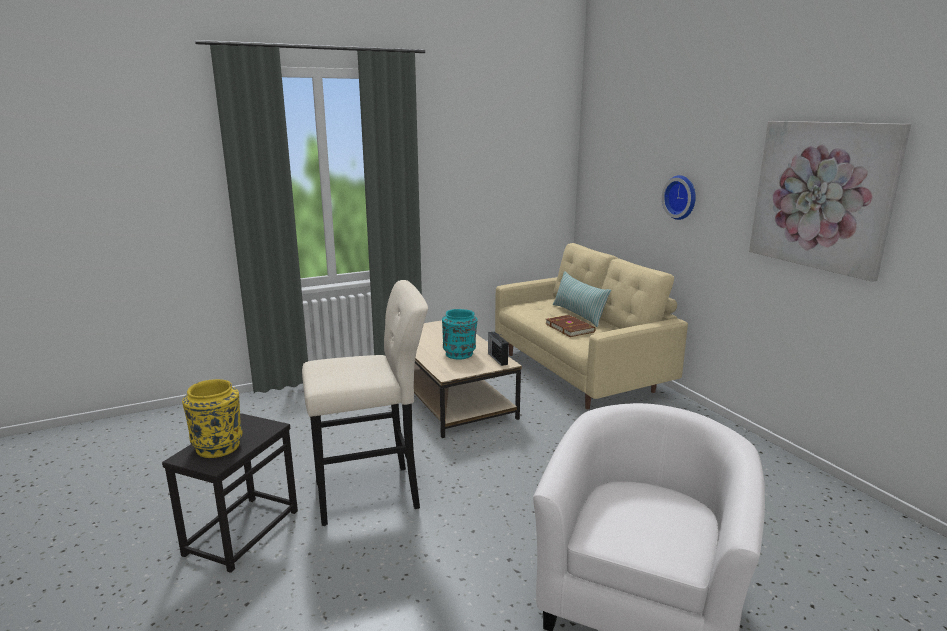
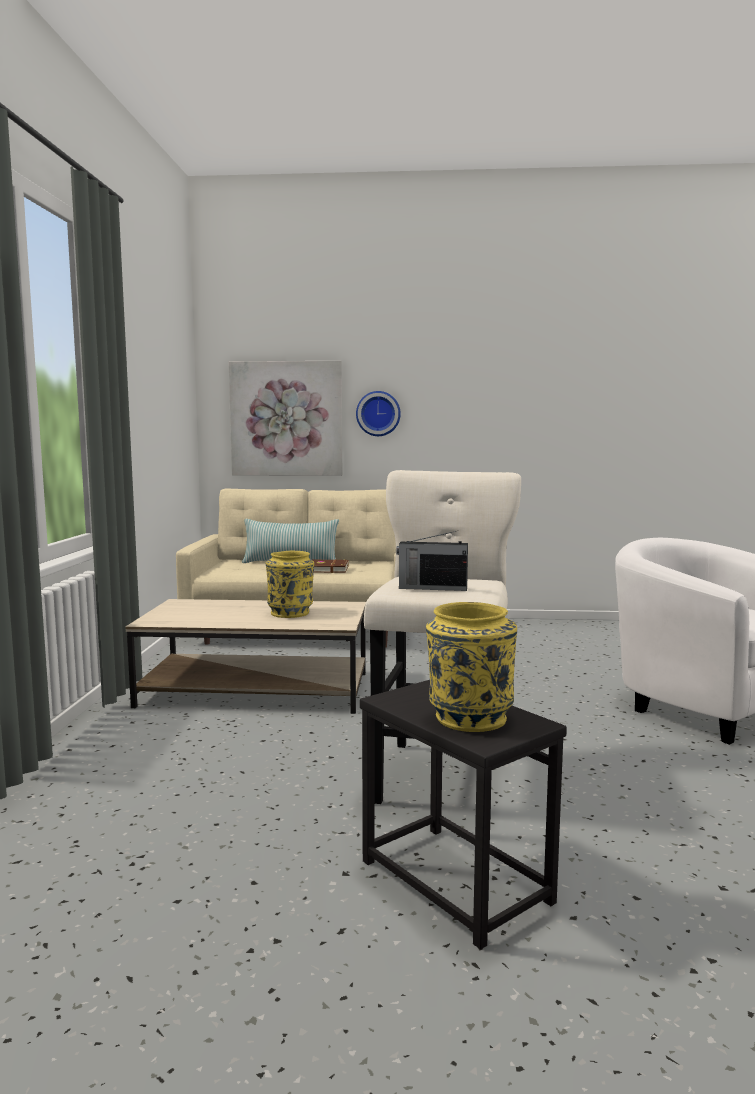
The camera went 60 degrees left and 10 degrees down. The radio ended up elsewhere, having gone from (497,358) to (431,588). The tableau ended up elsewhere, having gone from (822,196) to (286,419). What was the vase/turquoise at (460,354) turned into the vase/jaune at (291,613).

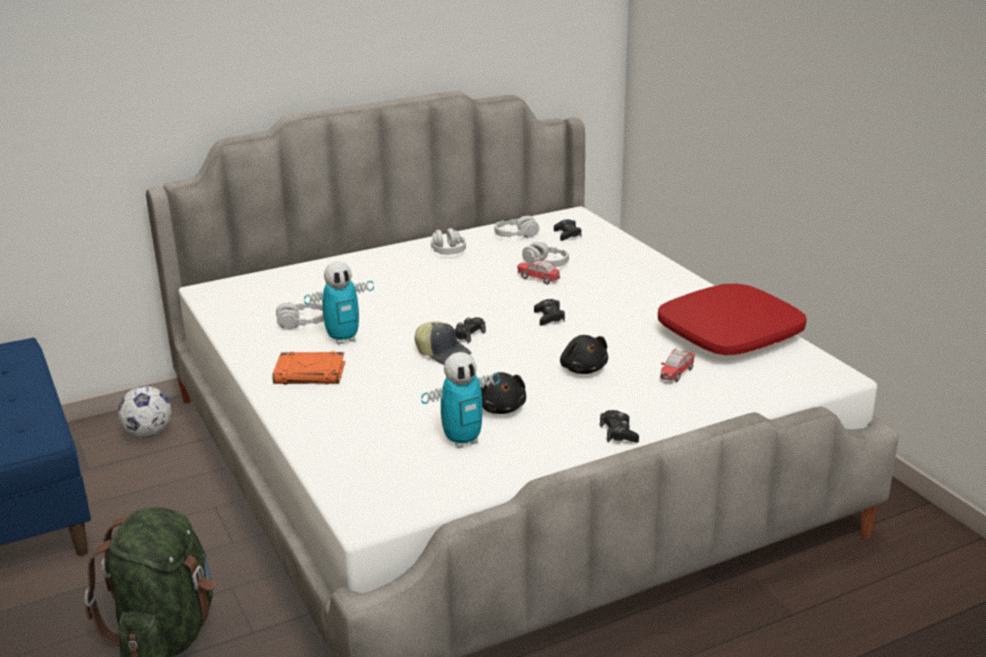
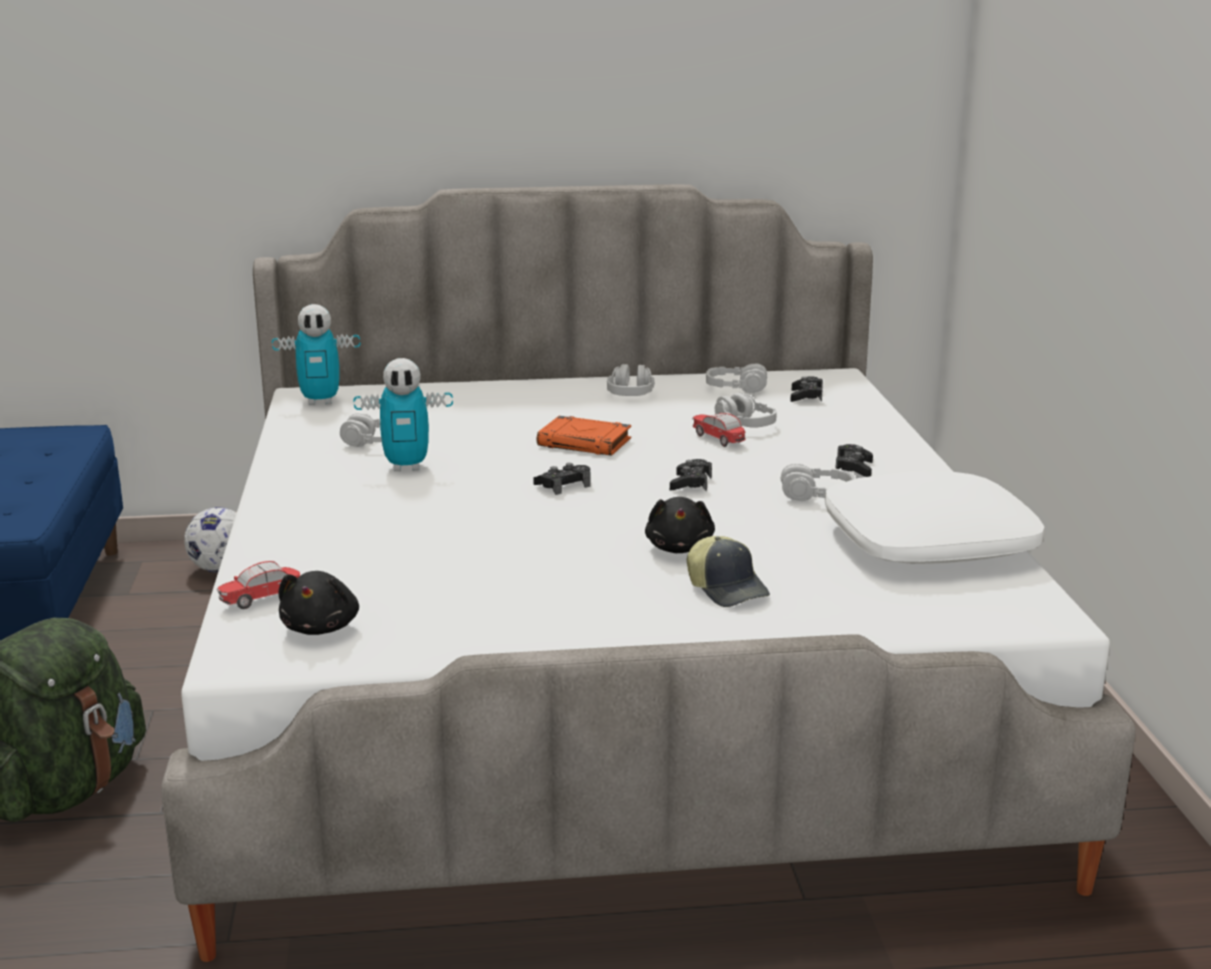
The camera went 20 degrees right and 5 degrees down. The second view gained the casque audio/gris at (817,496). The livre/orange ended up elsewhere, having gone from (310,373) to (585,442). The casquette ended up elsewhere, having gone from (443,353) to (727,589). The robot jouet ended up elsewhere, having gone from (462,441) to (320,401). The peluche/noir ended up elsewhere, having gone from (501,408) to (321,627). The manette/noir ended up elsewhere, having gone from (618,433) to (853,468). The petite voiture ended up elsewhere, having gone from (677,374) to (262,599). What was the coussin/rouge at (729,334) turned into the coussin/blanc at (928,541).

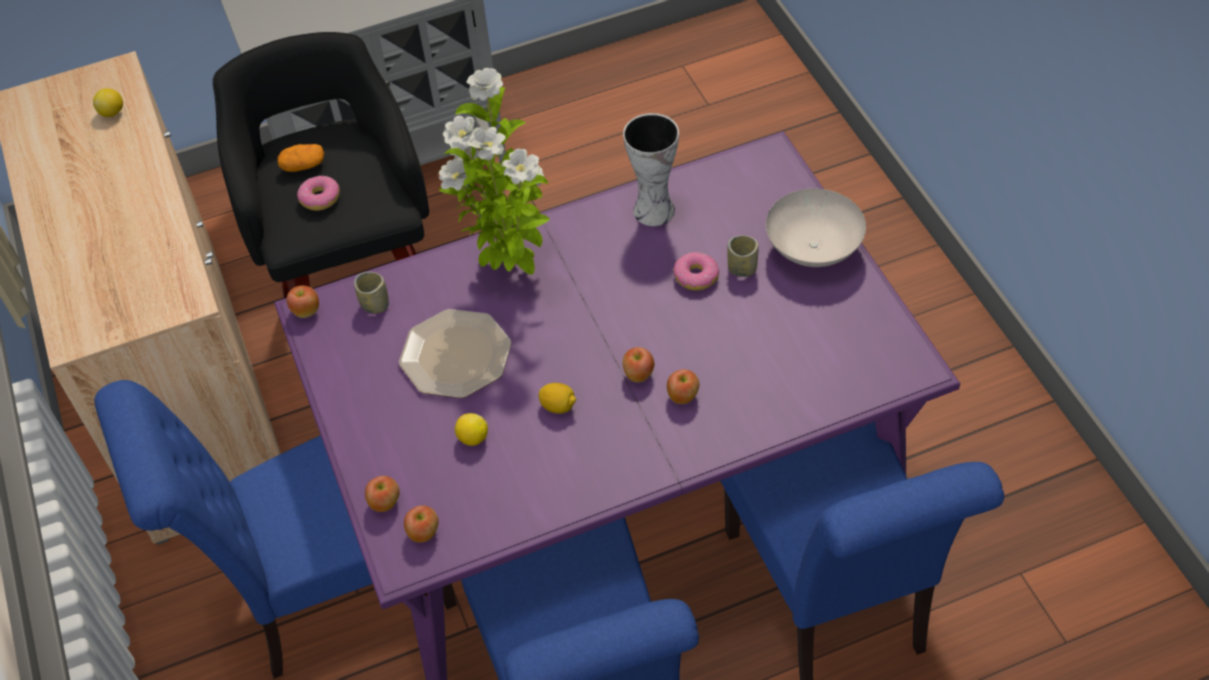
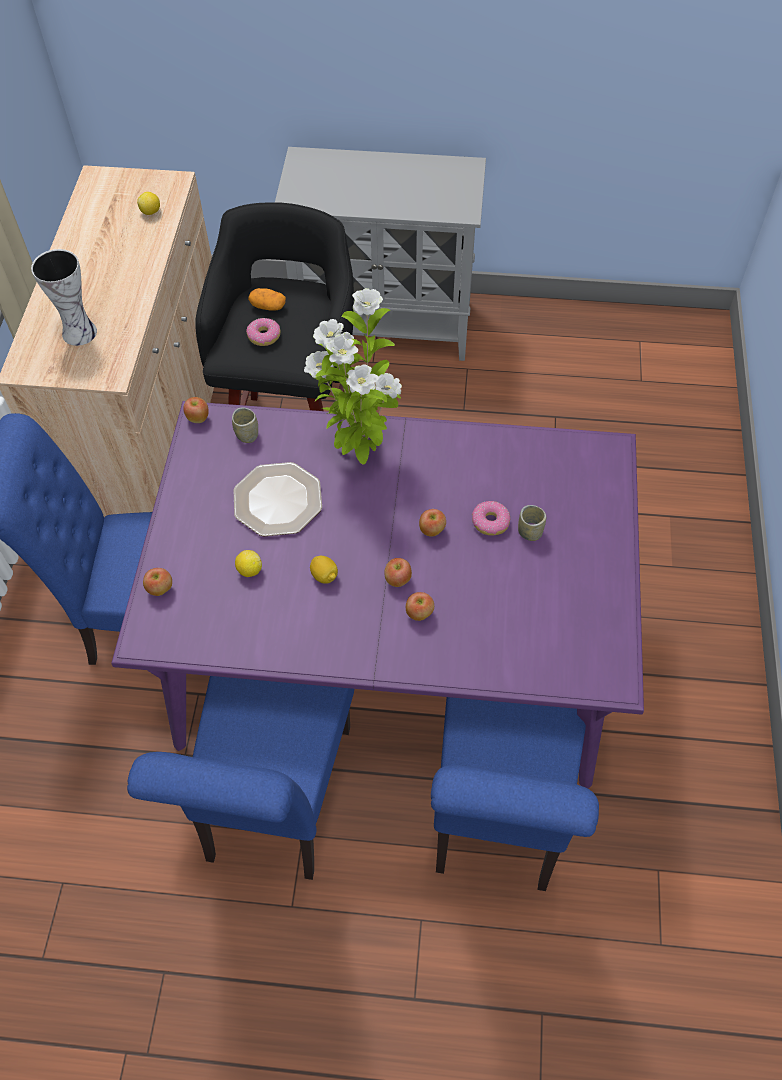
The camera went 25 degrees right and 5 degrees up. The second view lost the bol/blanc at (815,248). The pomme ended up elsewhere, having gone from (424,533) to (432,530). The vase ended up elsewhere, having gone from (652,209) to (79,331).

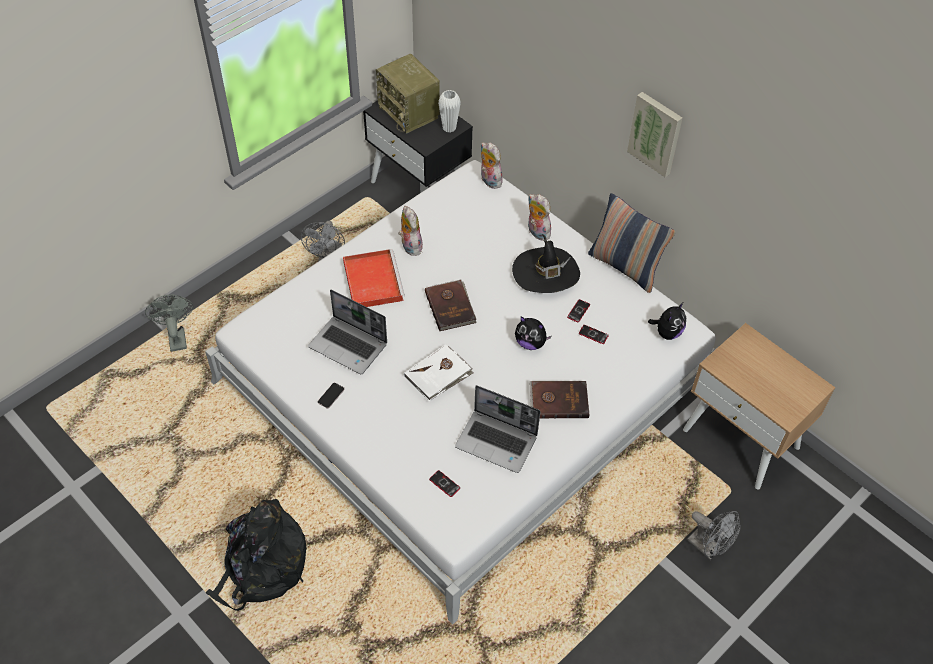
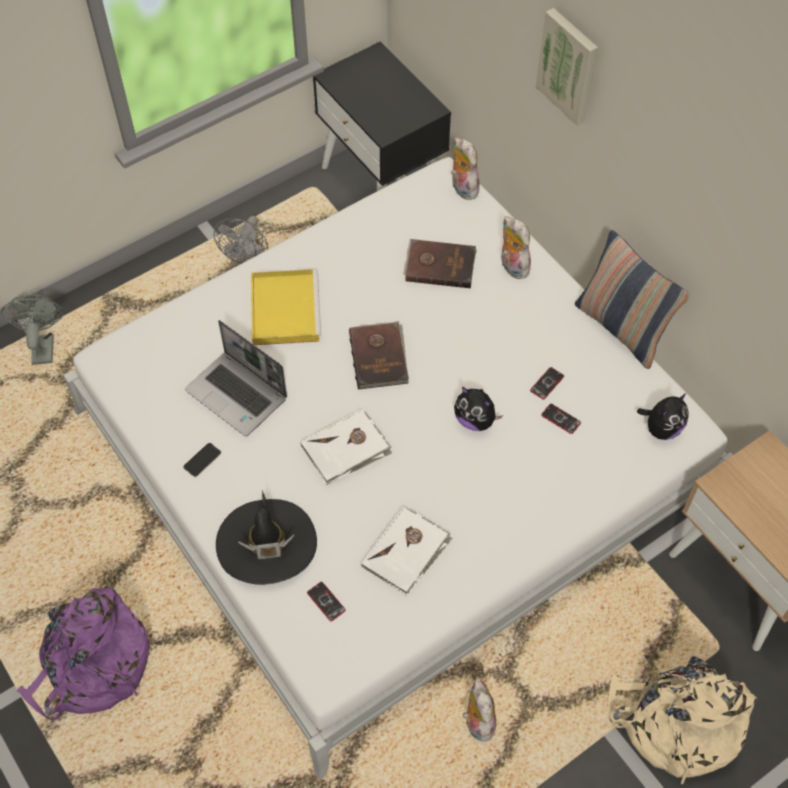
The camera went 10 degrees right and 5 degrees up. The second view lost the radio at (409,112). The second view lost the vase/blanc at (449,128). The peluche ended up elsewhere, having gone from (410,246) to (477,722). The chapeau/noir ended up elsewhere, having gone from (546,273) to (267,544). The livre/marron ended up elsewhere, having gone from (558,400) to (440,265). The tableau ended up elsewhere, having gone from (656,133) to (569,66). Where the ordinateur portable stood at (497,442), the livre/blanc came to stand at (406,552). Where the ventilateur/gris stood at (708,548), the sac à dos/beige came to stand at (674,723). What was the sac à dos/noir at (261,568) turned into the sac à dos/violet at (92,667). What was the plateau/rouge at (372,280) turned into the plateau/jaune at (284,308).

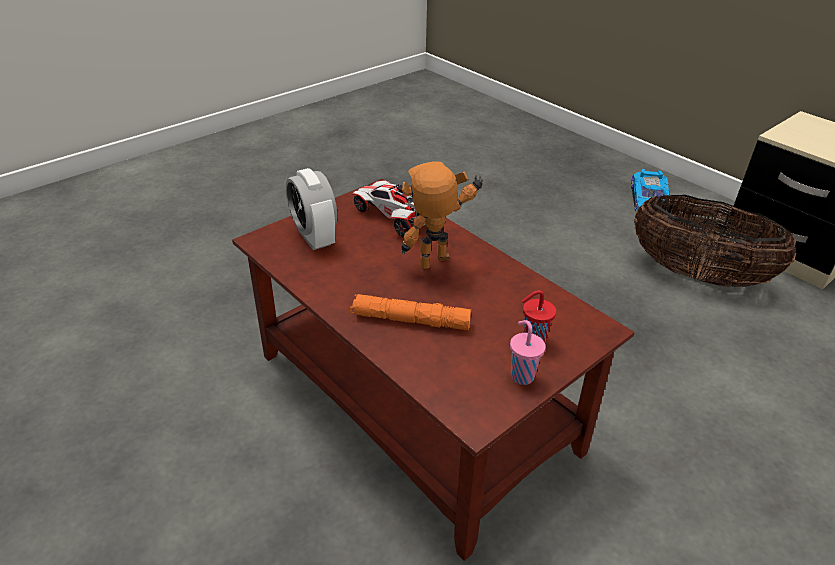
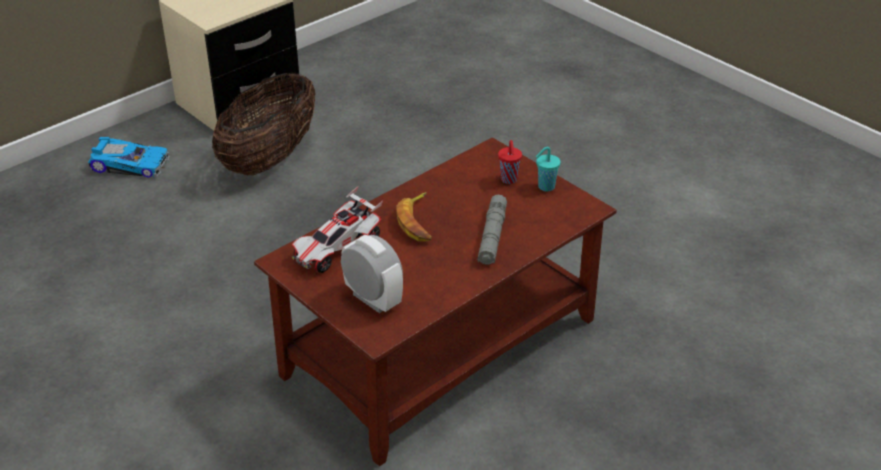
The camera went 90 degrees left and 0 degrees up. Where the robot jouet stood at (438,266), the banane came to stand at (417,222). What was the lampe de poche/orange at (410,320) turned into the lampe de poche/gris at (492,237). What was the tasse/rose at (521,375) turned into the tasse/turquoise at (545,187). The réveil at (314,237) ended up facing another way, 105 degrees counterclockwise from before.

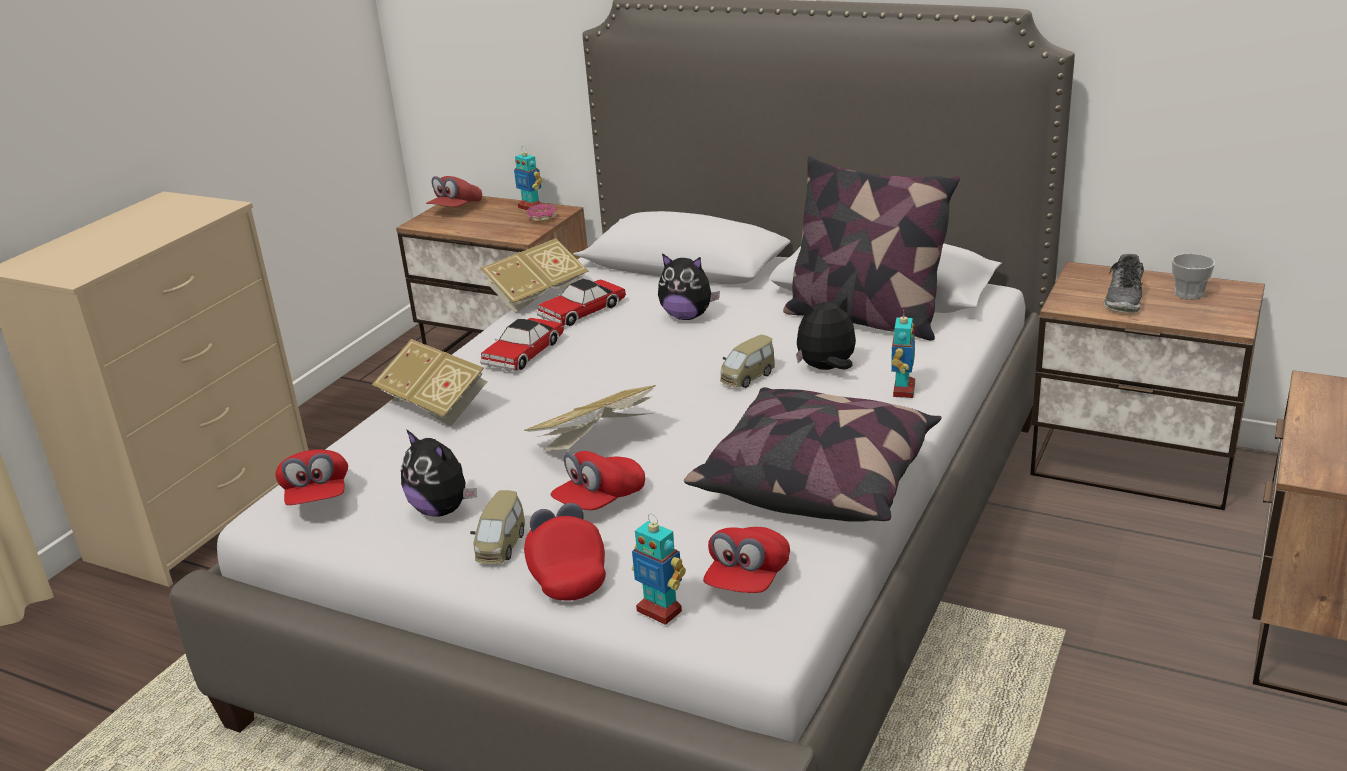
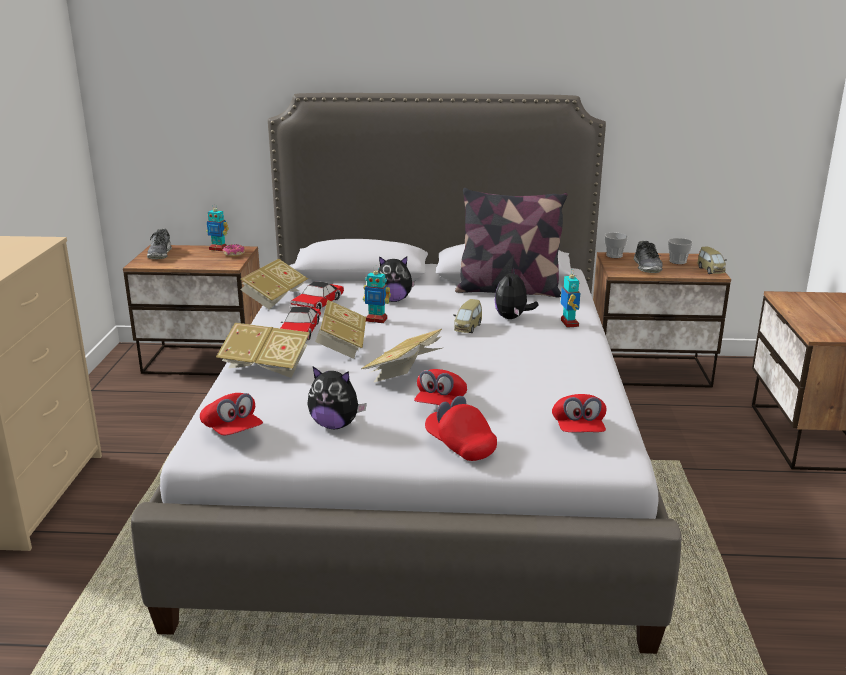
The camera went 25 degrees left and 5 degrees down. The second view lost the coussin at (817,481). The second view gained the livre at (342,345). The second view gained the tasse at (614,255). The petite voiture ended up elsewhere, having gone from (500,546) to (711,270). The robot jouet ended up elsewhere, having gone from (660,611) to (376,320). Where the casquette/rouge stood at (456,209), the chaussure came to stand at (160,253). The peluche at (827,369) ended up facing another way, 45 degrees counterclockwise from before.

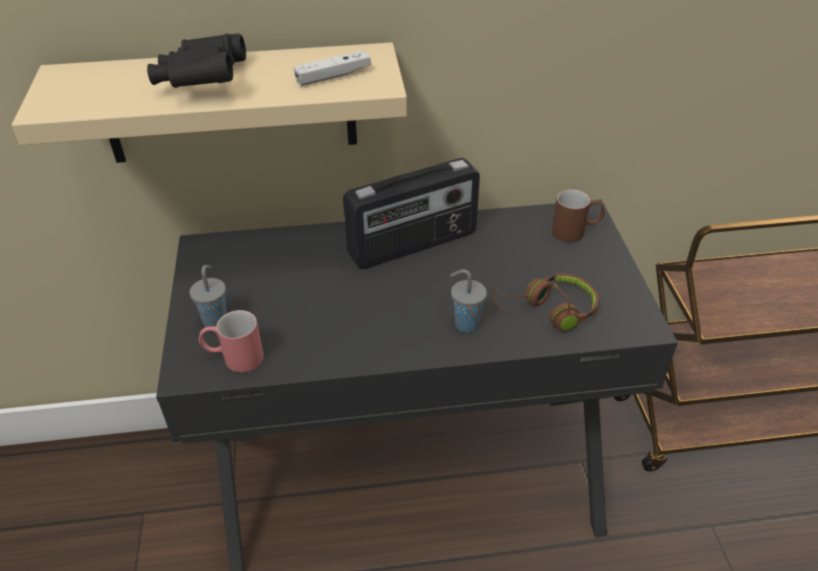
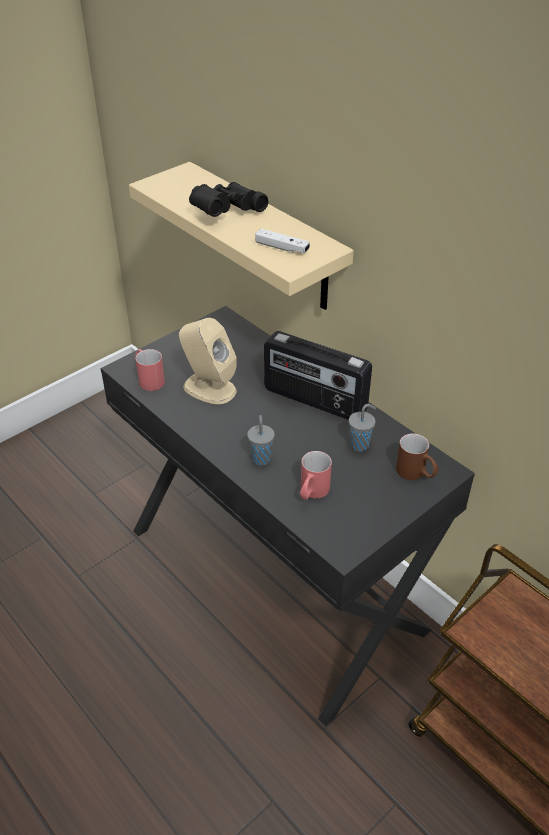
The camera went 55 degrees right and 0 degrees up. The second view gained the enceinte/beige at (209,388). The tasse/gris ended up elsewhere, having gone from (216,321) to (360,445). Where the casque audio/marron stood at (548,310), the mug/rouge came to stand at (312,493).

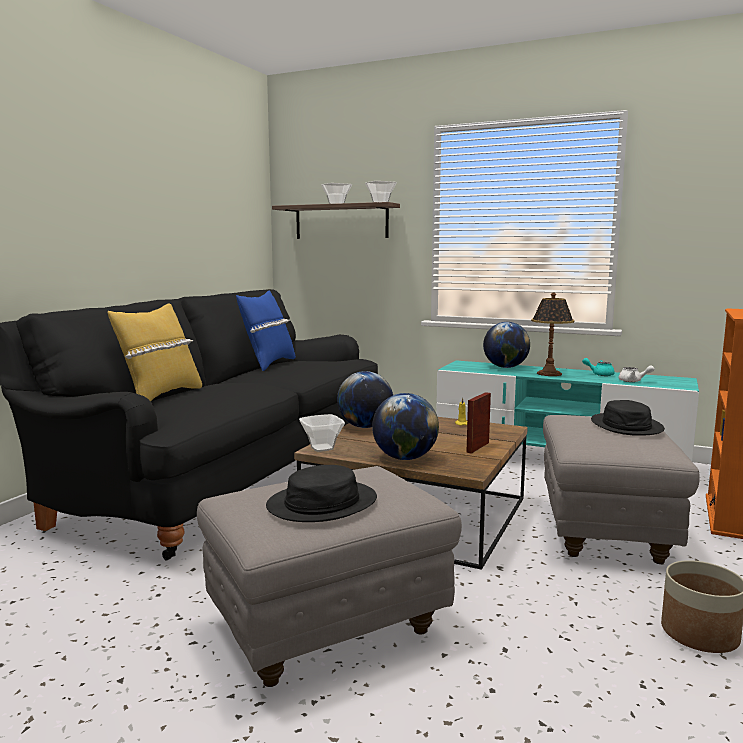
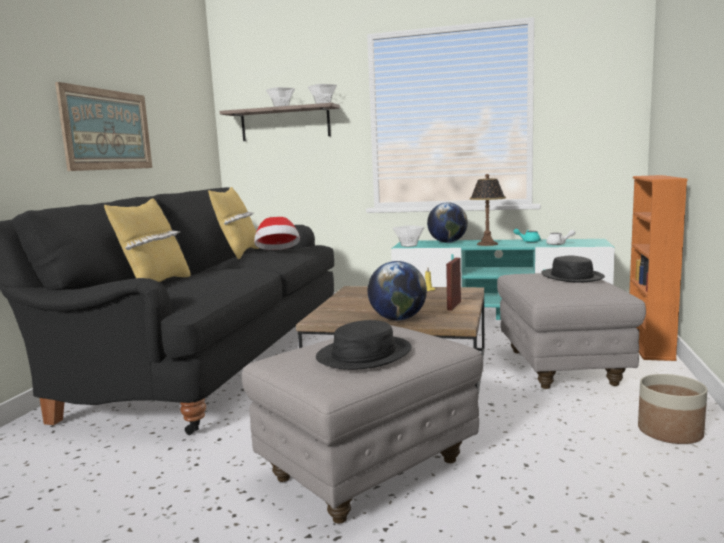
The camera went 10 degrees left and 0 degrees up. The second view lost the globe at (365,427). The second view gained the tableau at (107,130). The second view gained the chapeau at (278,252). The bol ended up elsewhere, having gone from (321,448) to (408,246). What was the coussin/bleu at (268,364) turned into the coussin/jaune at (238,254).

